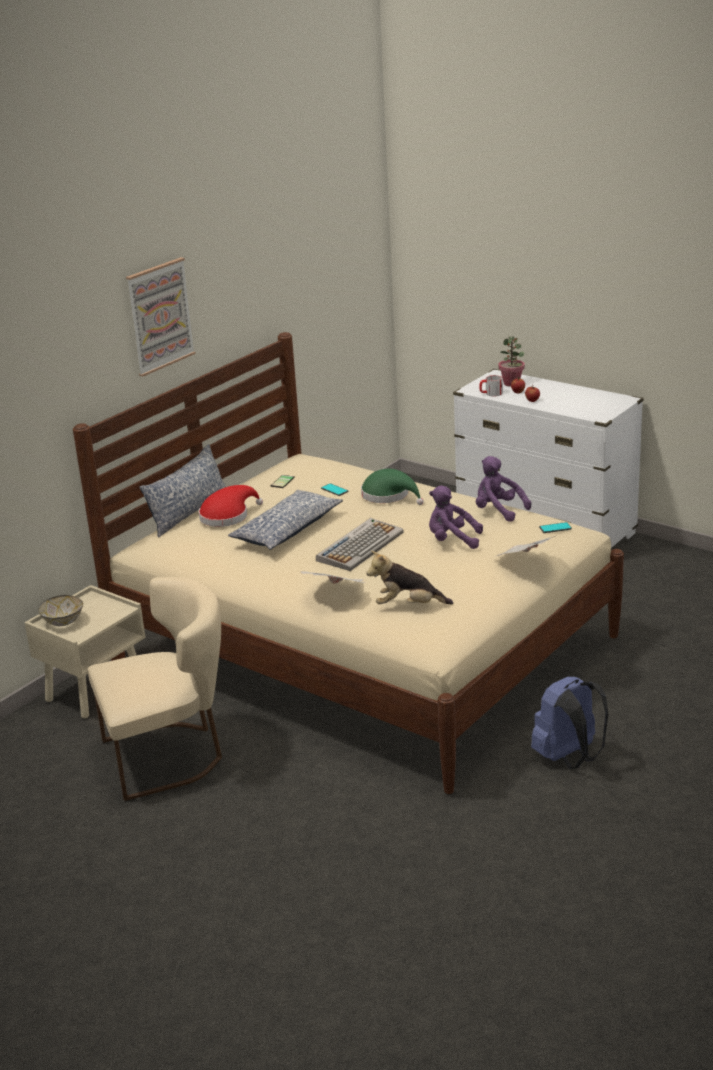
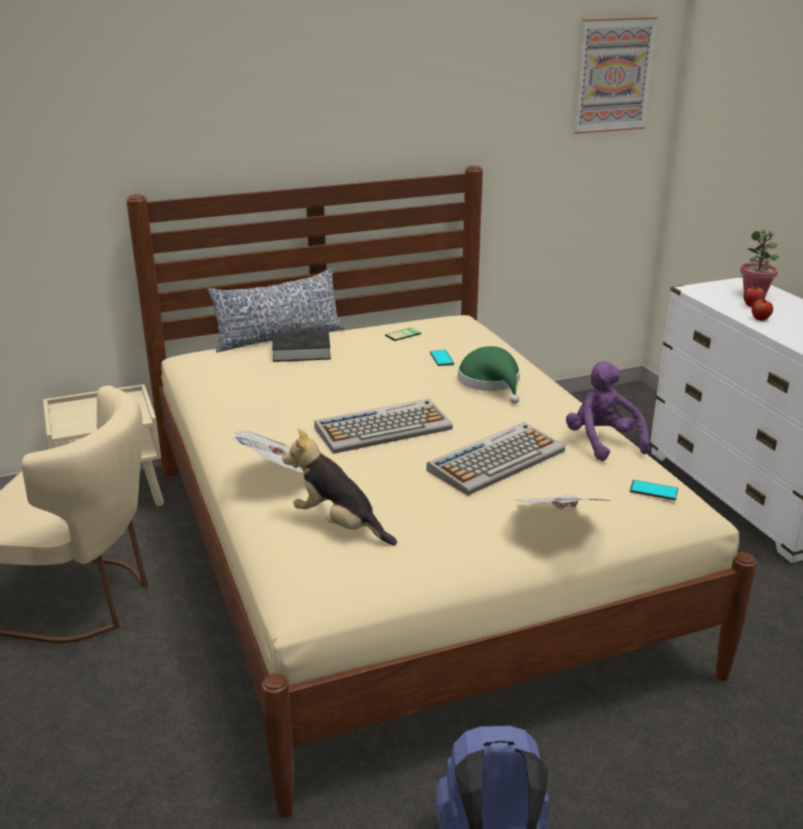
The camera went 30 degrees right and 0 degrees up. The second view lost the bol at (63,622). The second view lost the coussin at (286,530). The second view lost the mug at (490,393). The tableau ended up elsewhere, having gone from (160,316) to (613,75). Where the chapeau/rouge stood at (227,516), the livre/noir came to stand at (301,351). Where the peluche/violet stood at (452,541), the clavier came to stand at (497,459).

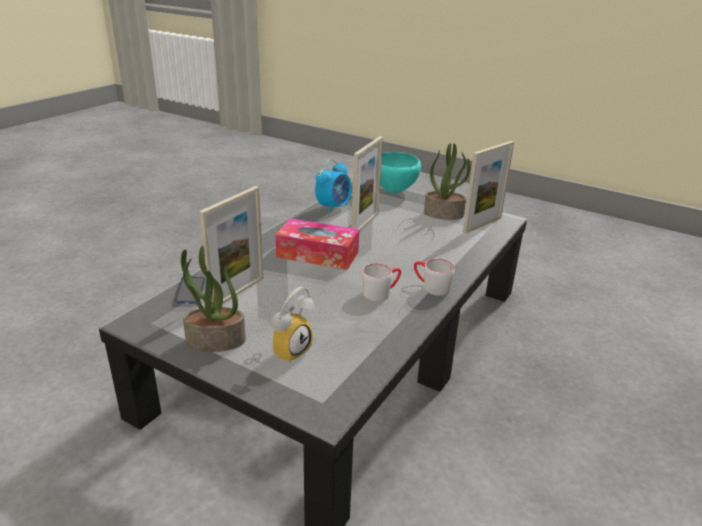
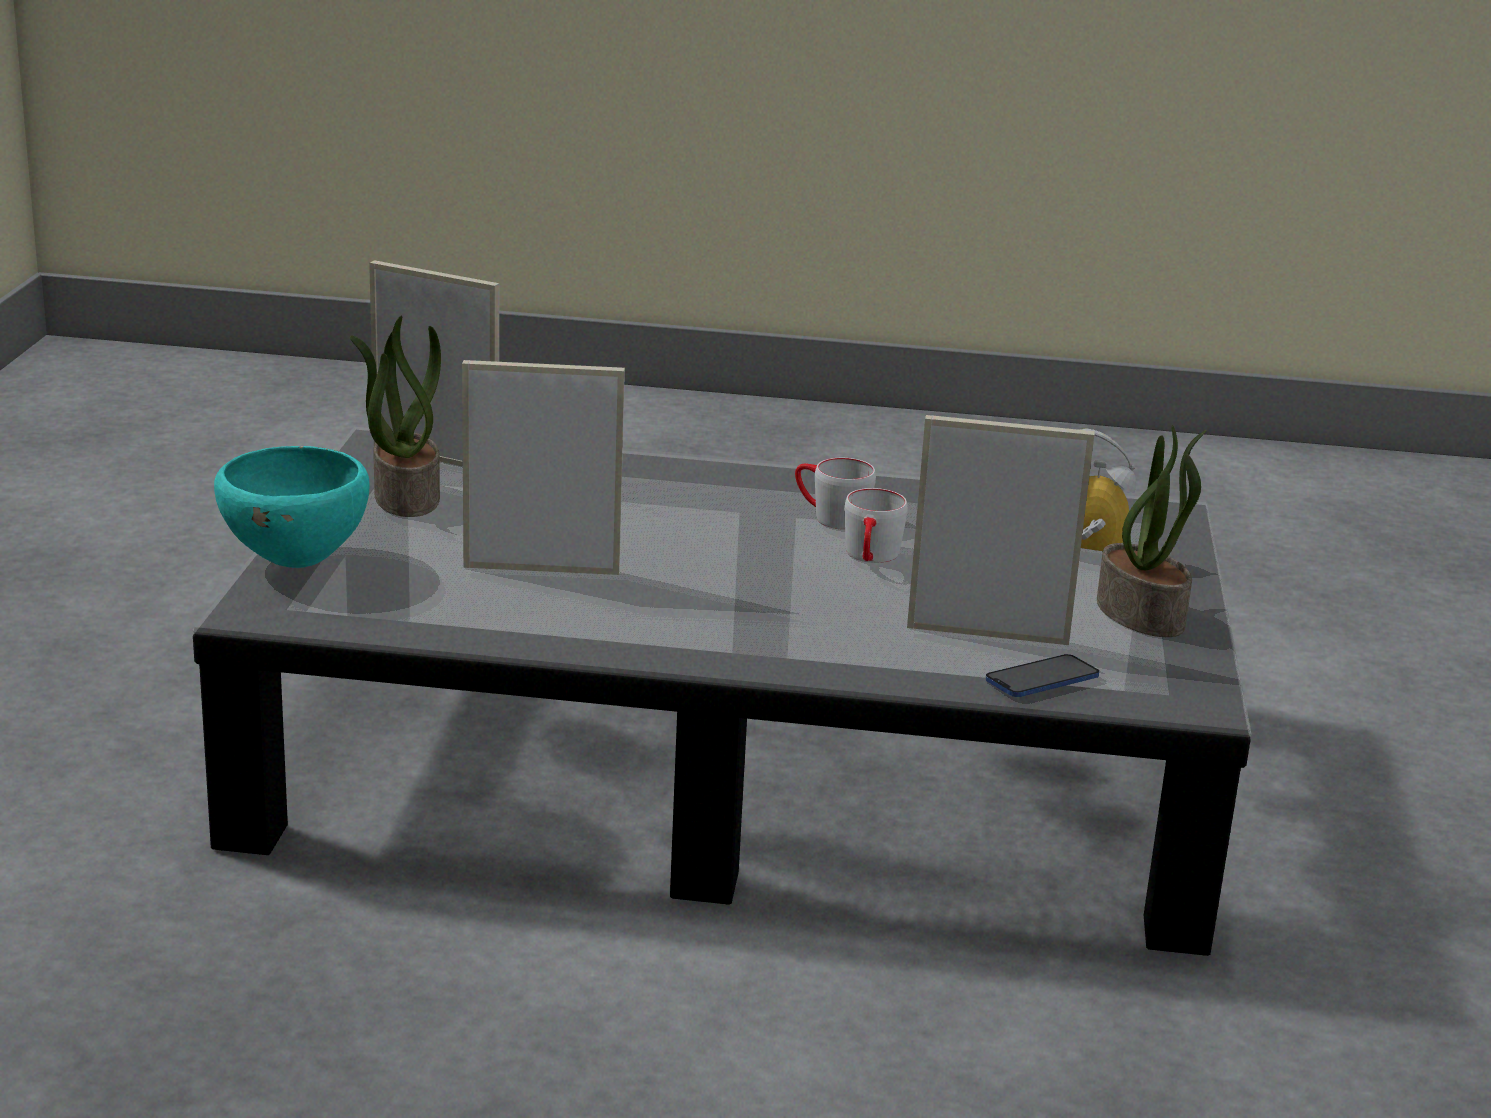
The camera went 115 degrees left and 5 degrees down. The second view lost the boîte à mouchoirs at (317,254). The second view lost the réveil at (333,207). The mug/gris ended up elsewhere, having gone from (431,287) to (871,558).

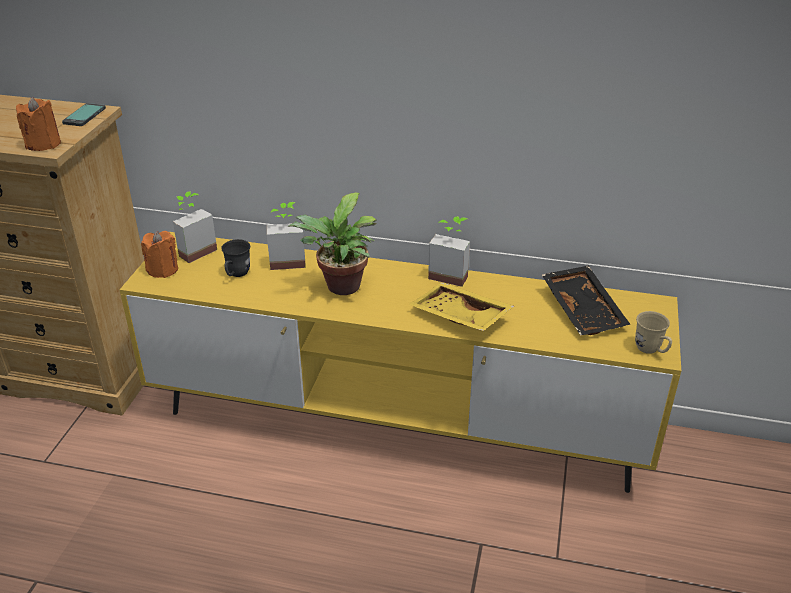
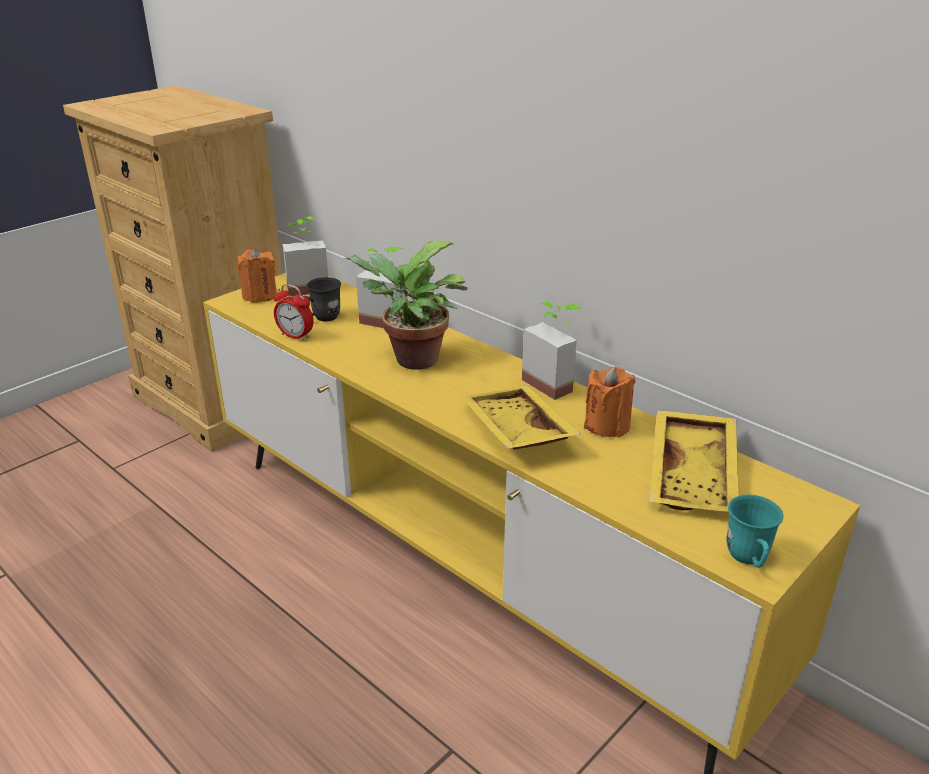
The camera went 30 degrees right and 5 degrees down. The second view lost the téléphone at (85,116). The second view gained the réveil at (295,336). The bougie/orange ended up elsewhere, having gone from (43,144) to (607,425). What was the plateau/noir at (584,309) turned into the plateau/jaune at (695,475). What was the mug/beige at (651,350) turned into the mug/turquoise at (748,560).

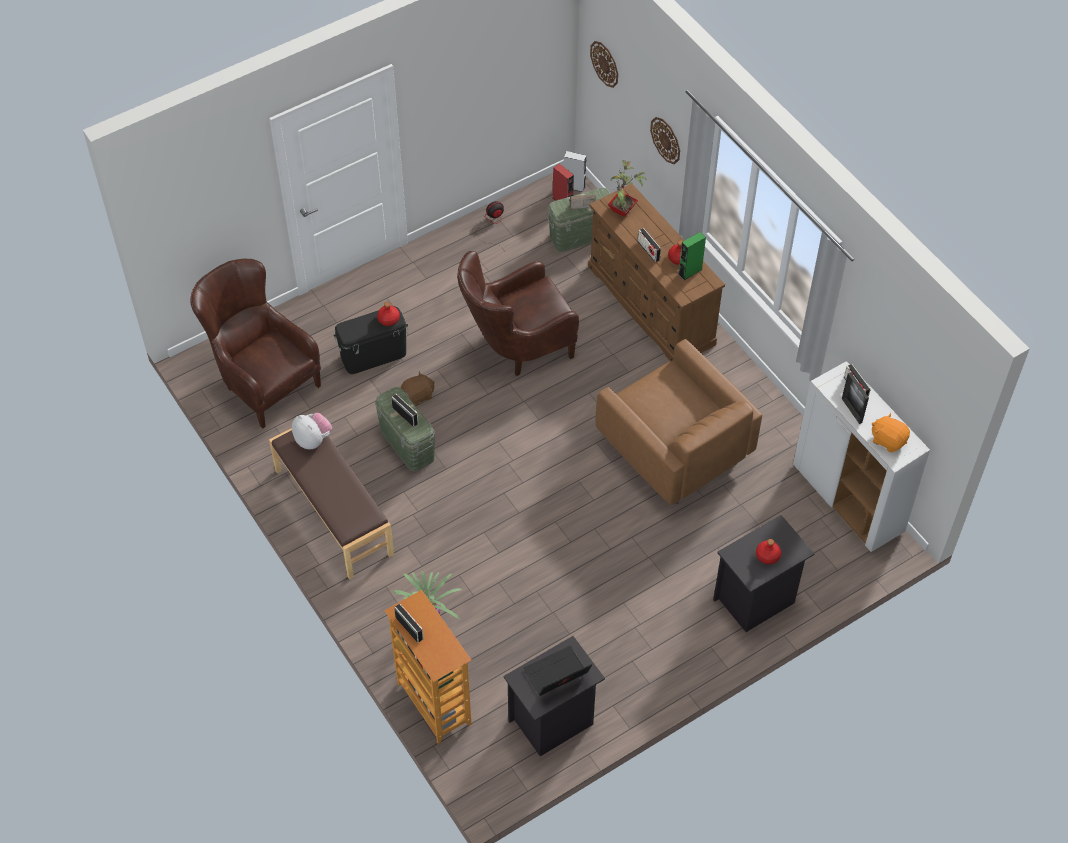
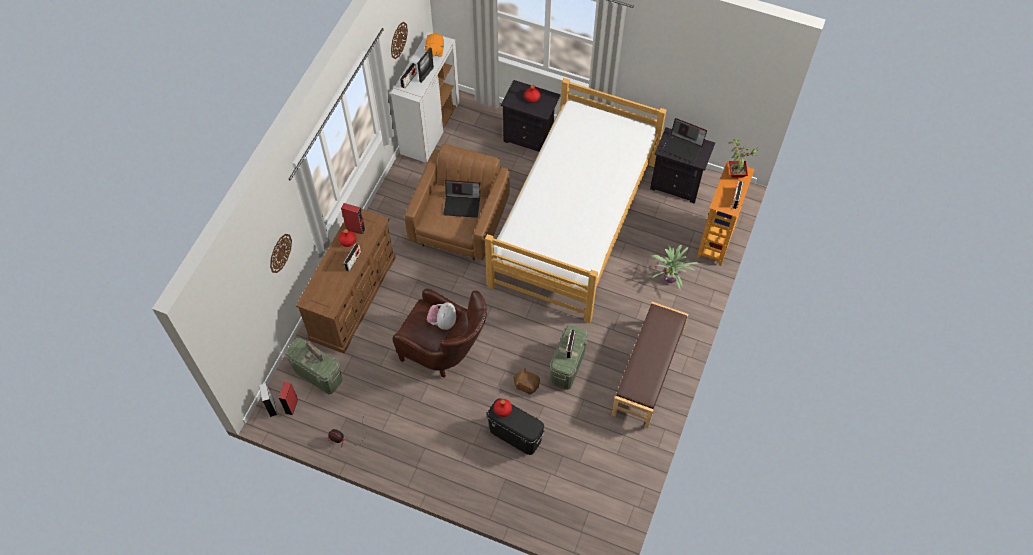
The camera went 125 degrees left and 5 degrees up. The second view lost the fauteuil/marron at (263,381). The second view gained the ordinateur portable at (462,205). The second view gained the lit at (575,223). The peluche ended up elsewhere, having gone from (313,440) to (443,322). The horloge murale ended up elsewhere, having gone from (605,63) to (398,40). The plante en pot ended up elsewhere, having gone from (623,210) to (736,172). What was the enceinte/vert at (690,272) turned into the enceinte/rouge at (355,229).

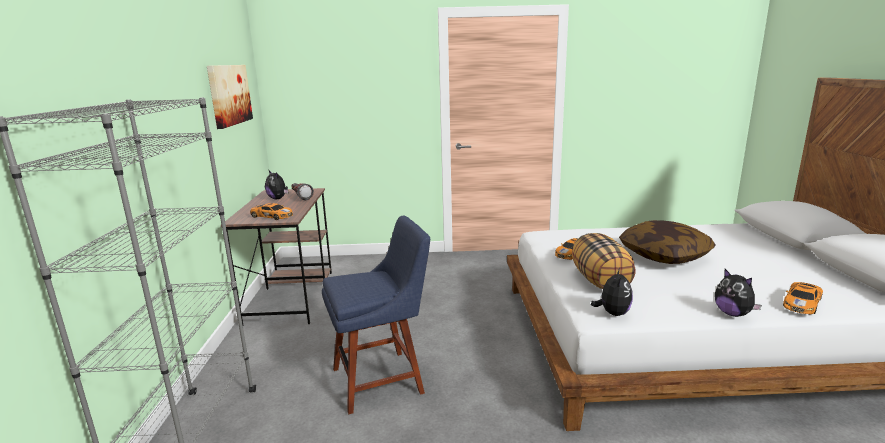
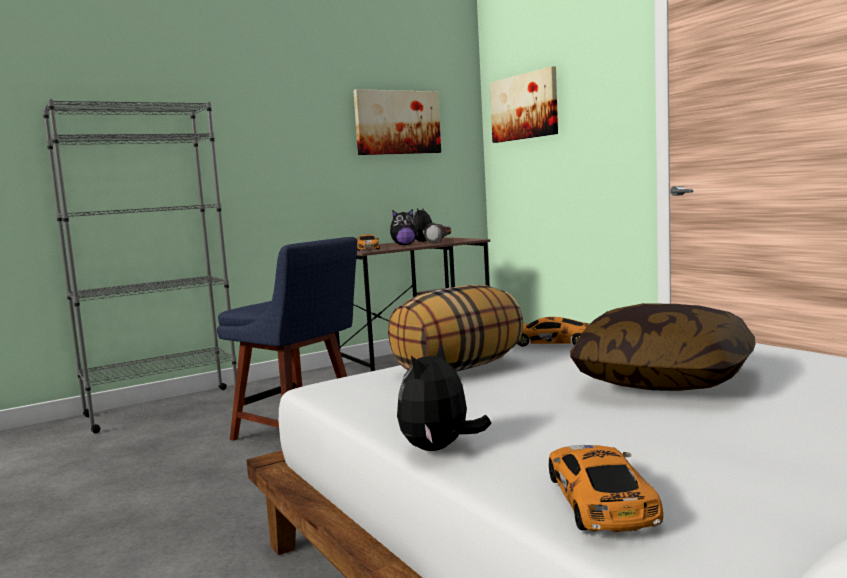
The camera went 60 degrees right and 10 degrees down. The second view gained the tableau at (524,107). The peluche ended up elsewhere, having gone from (612,313) to (404,245). The petite voiture at (802,303) ended up facing another way, 75 degrees clockwise from before.

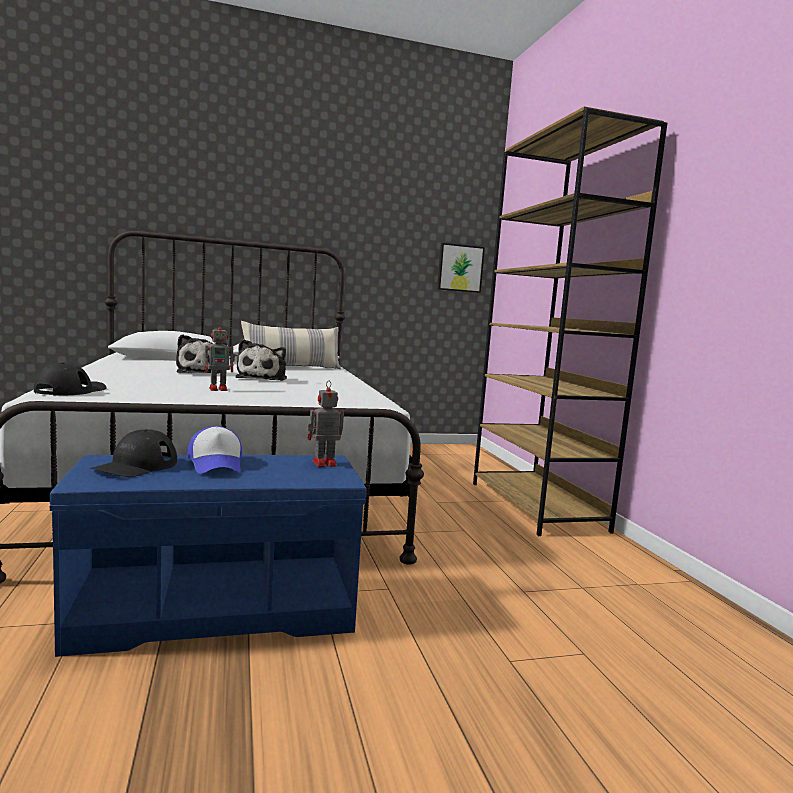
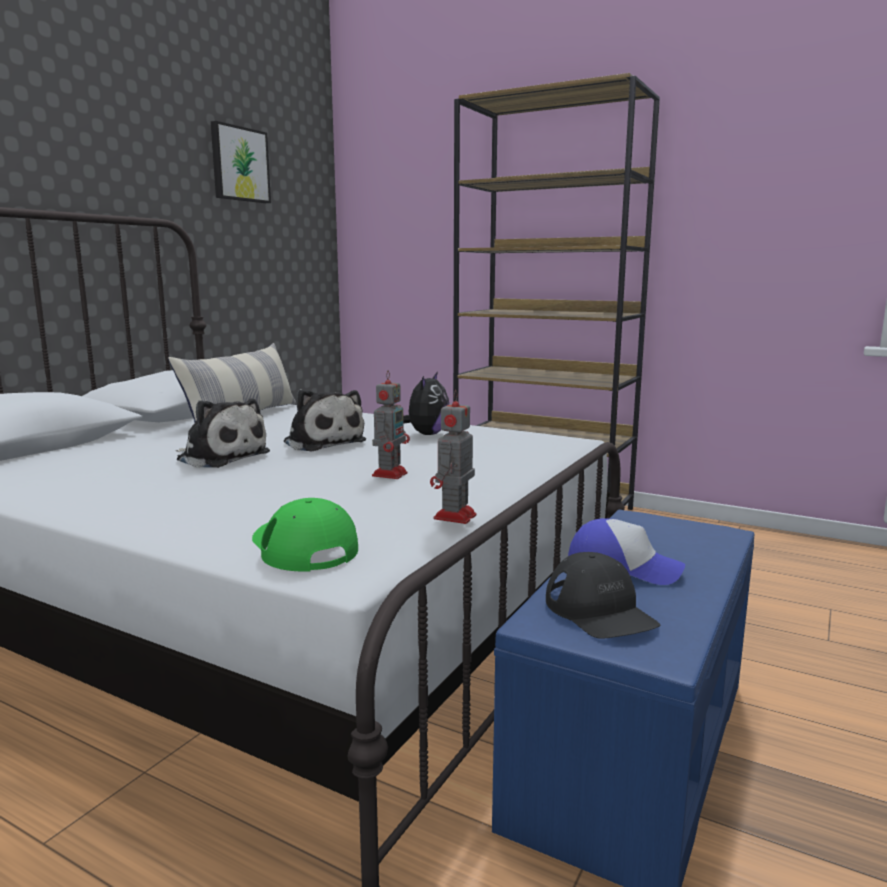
The camera went 45 degrees left and 5 degrees up. The second view gained the peluche at (426,434). The robot jouet ended up elsewhere, having gone from (323,463) to (454,517). The tableau ended up elsewhere, having gone from (460,268) to (239,164). What was the casquette/noir at (71,390) turned into the casquette/vert at (303,547).

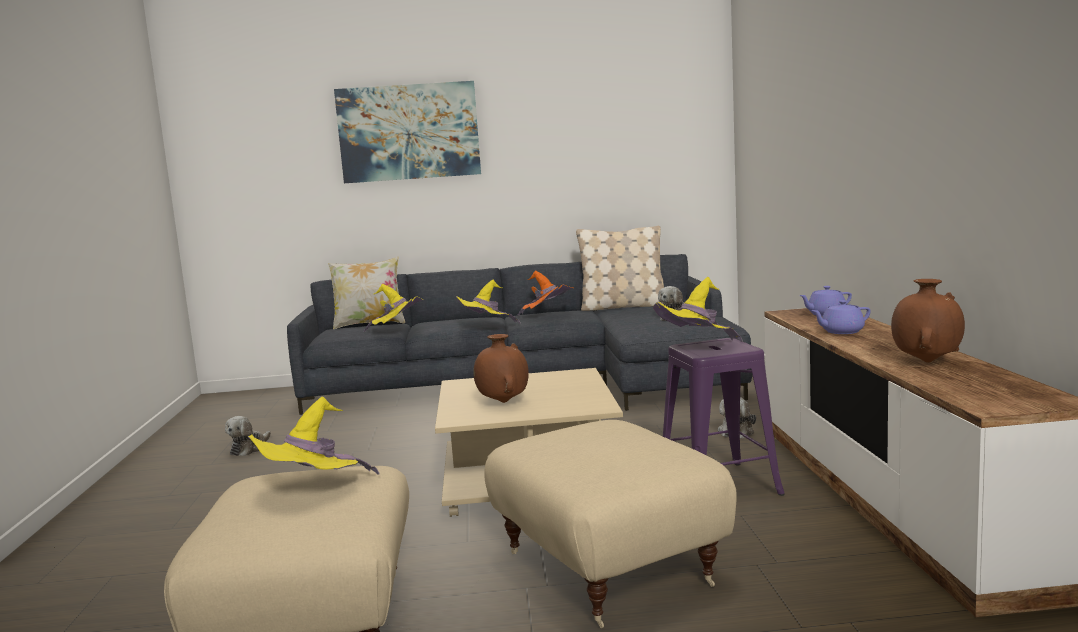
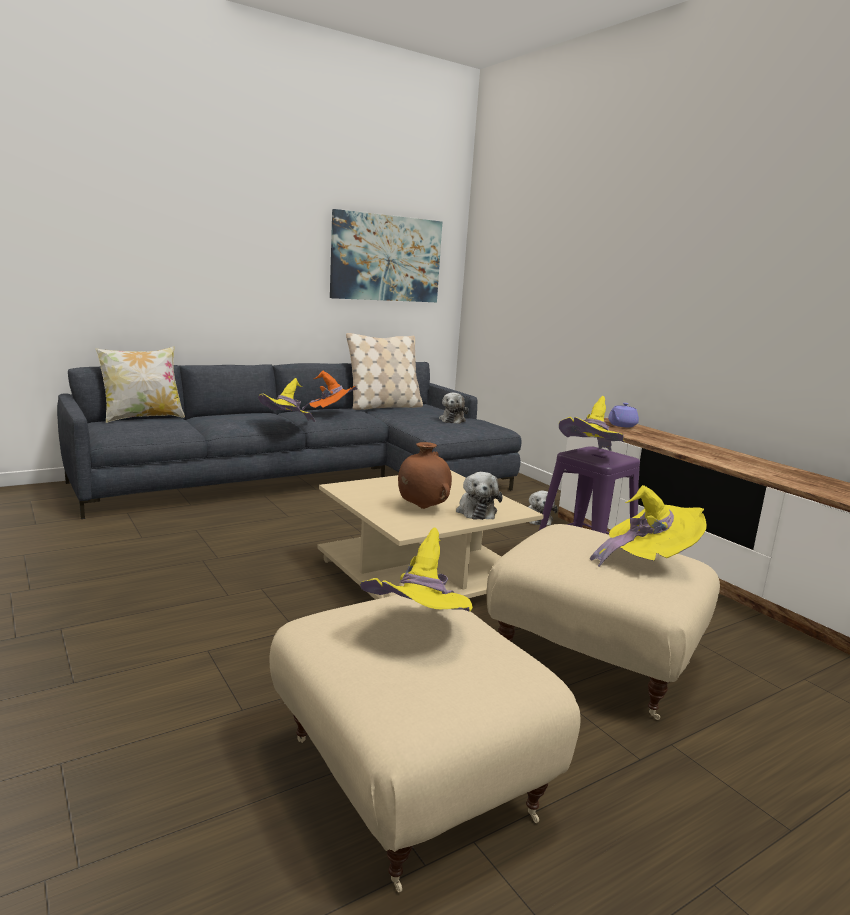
The camera went 30 degrees left and 5 degrees up. The second view lost the théière/violet at (841,332). The second view lost the vase/marron at (926,362). The peluche ended up elsewhere, having gone from (249,449) to (476,511). The tableau ended up elsewhere, having gone from (409,132) to (386,258). The chapeau/jaune ended up elsewhere, having gone from (397,330) to (647,560).

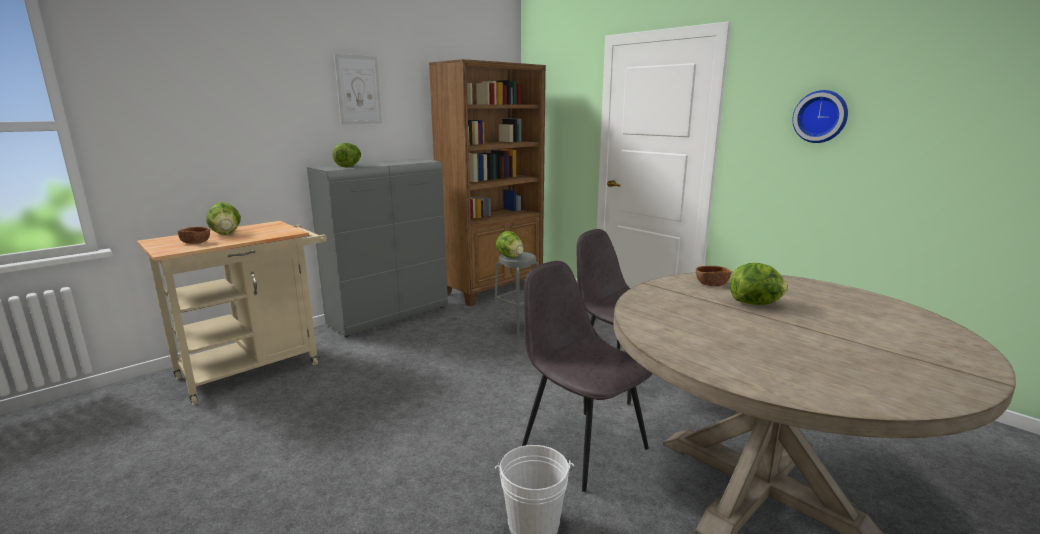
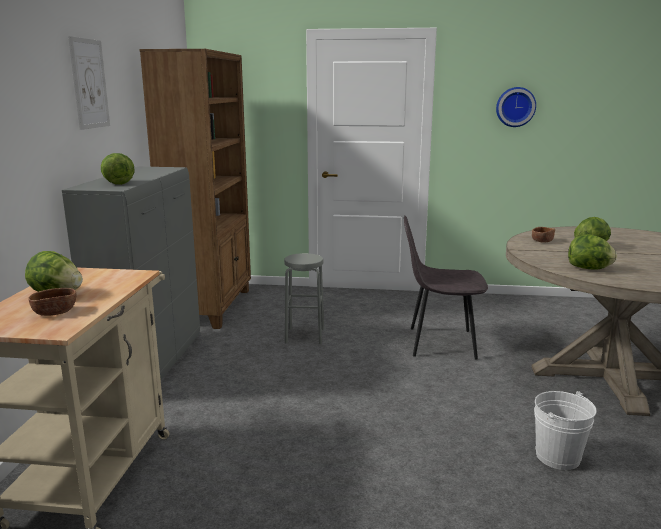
The camera went 40 degrees left and 0 degrees up. The second view lost the chaise/gris at (582,446). The laitue ended up elsewhere, having gone from (510,257) to (589,269).

